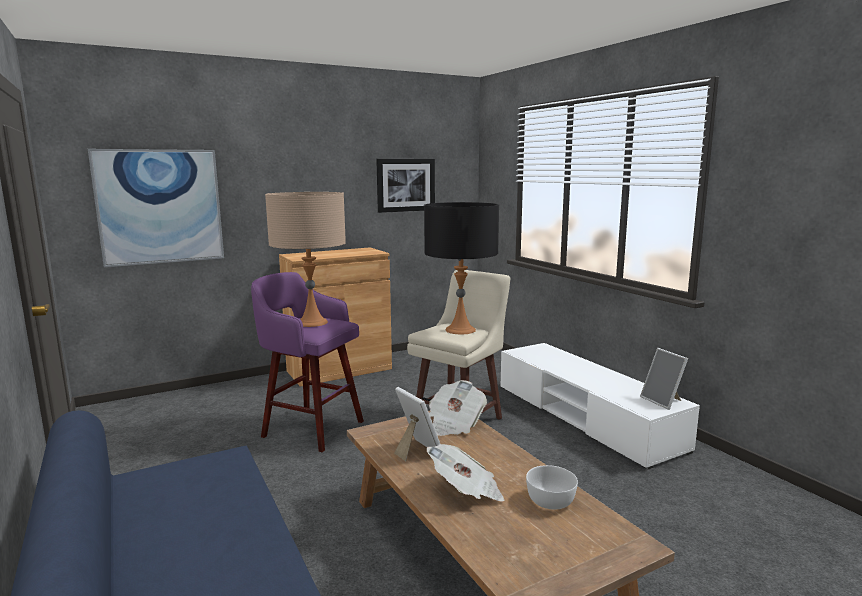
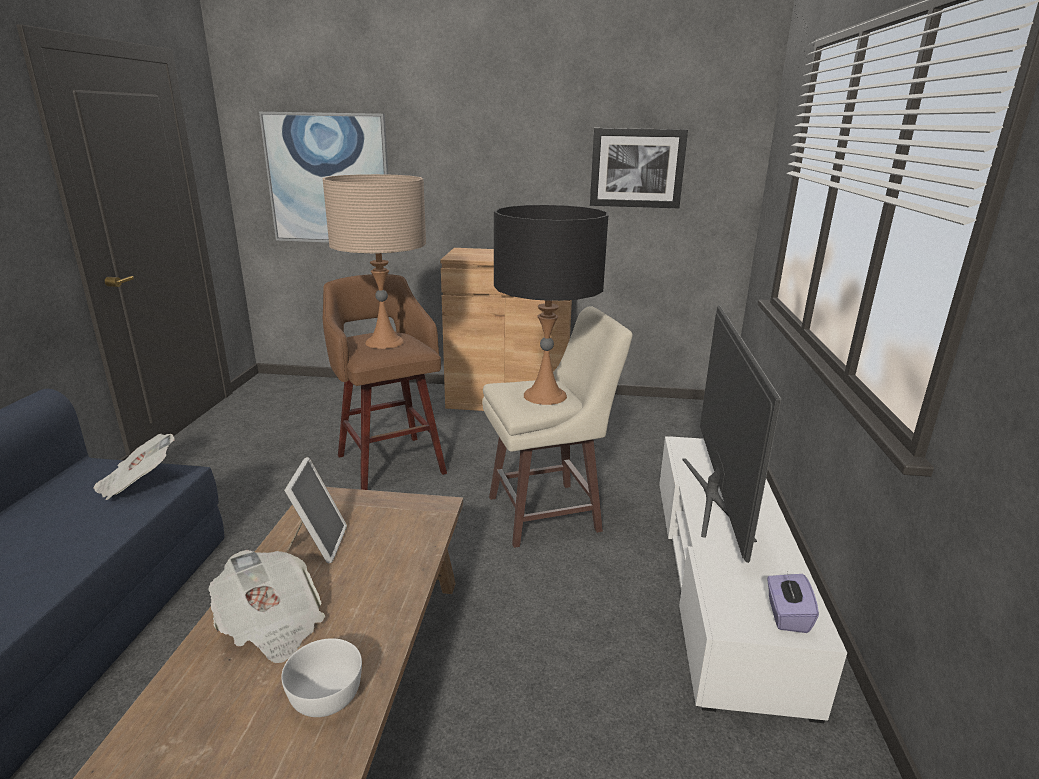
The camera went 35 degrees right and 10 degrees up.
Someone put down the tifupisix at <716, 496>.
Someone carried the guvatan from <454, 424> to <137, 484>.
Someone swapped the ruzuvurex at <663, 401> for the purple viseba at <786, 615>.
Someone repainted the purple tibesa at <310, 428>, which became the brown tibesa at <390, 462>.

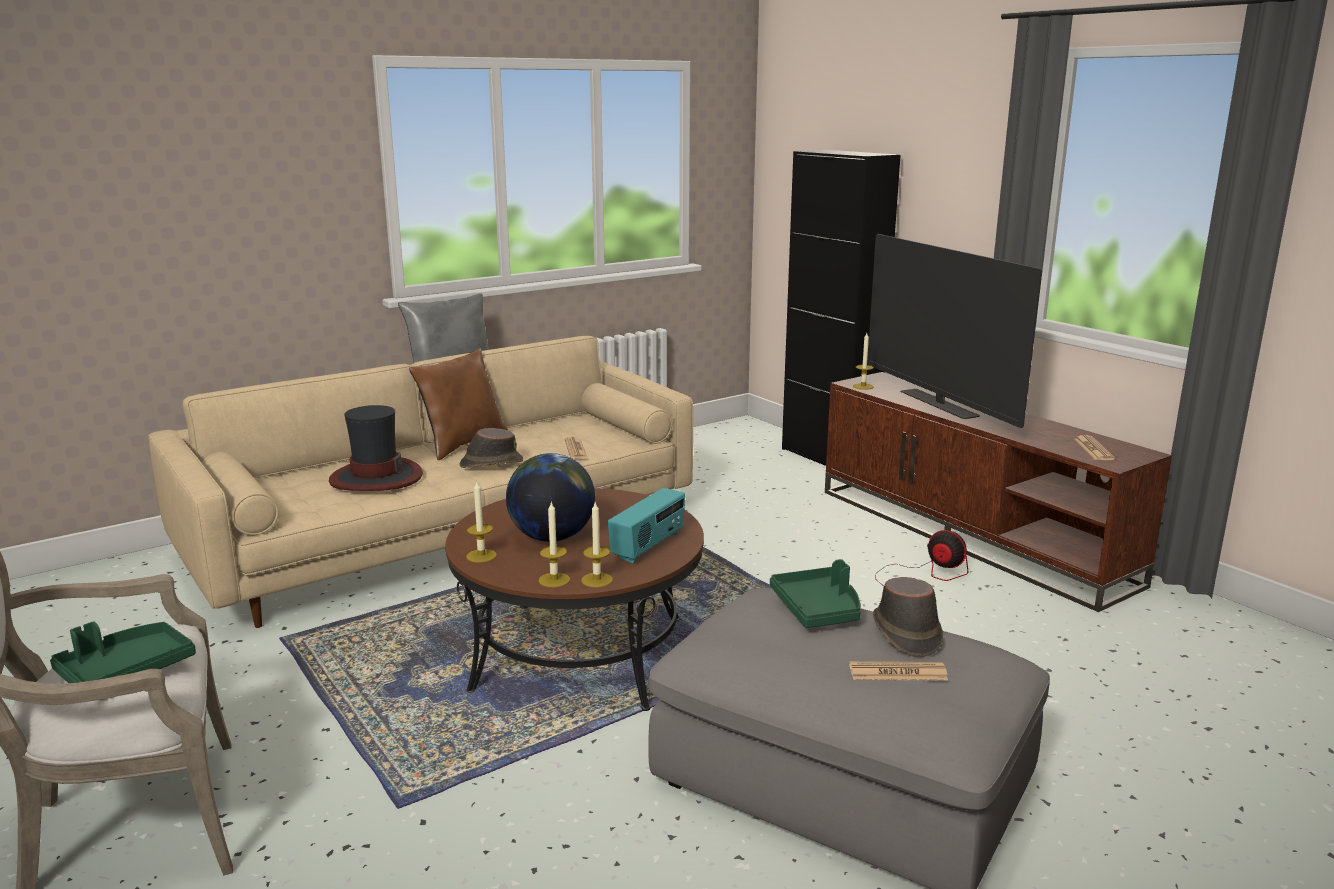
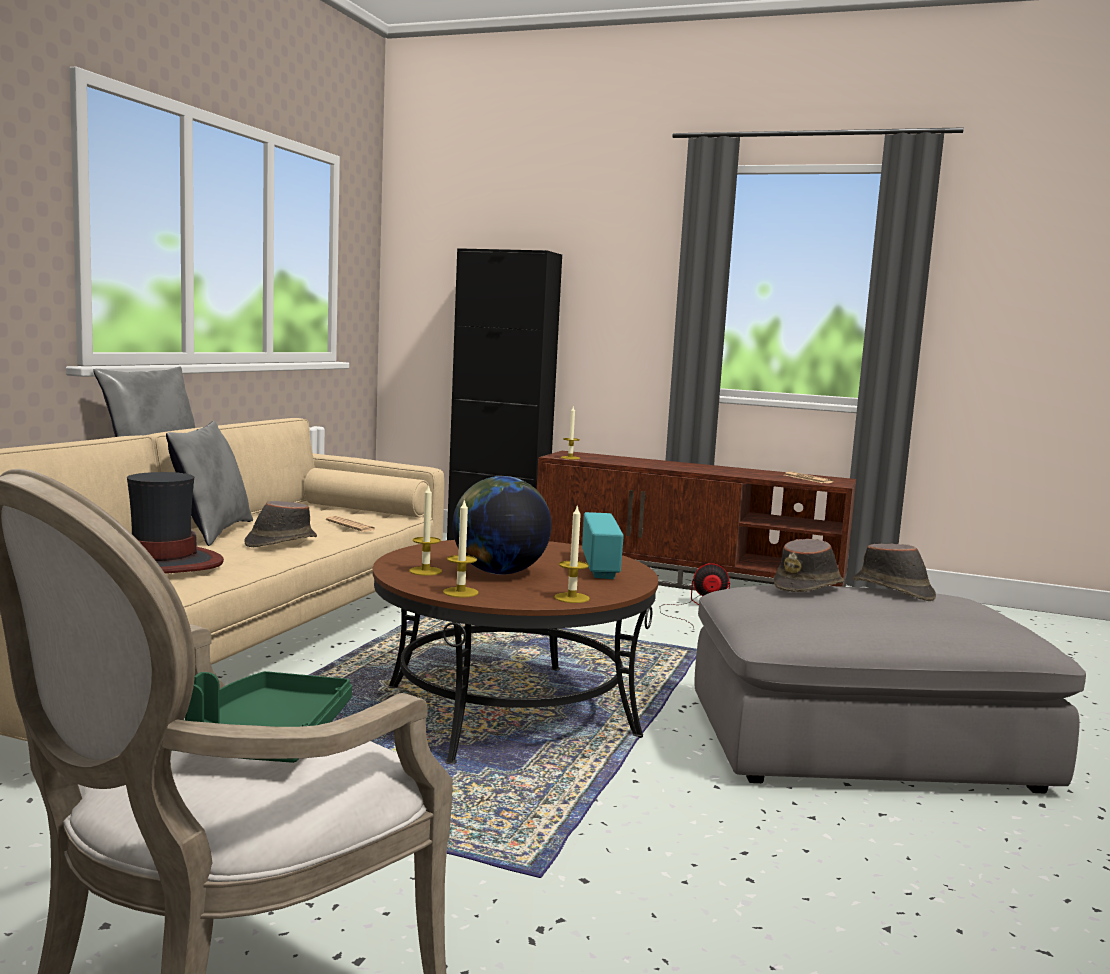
The camera went 35 degrees left and 10 degrees down.
Someone took away the guvatan at <897, 672>.
Someone took away the tifupisix at <938, 404>.
Someone carried the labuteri from <597, 580> to <425, 571>.
Someone swapped the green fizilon at <818, 609> for the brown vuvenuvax at <809, 587>.
Someone repainted the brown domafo at <463, 444>, which became the grey domafo at <212, 532>.

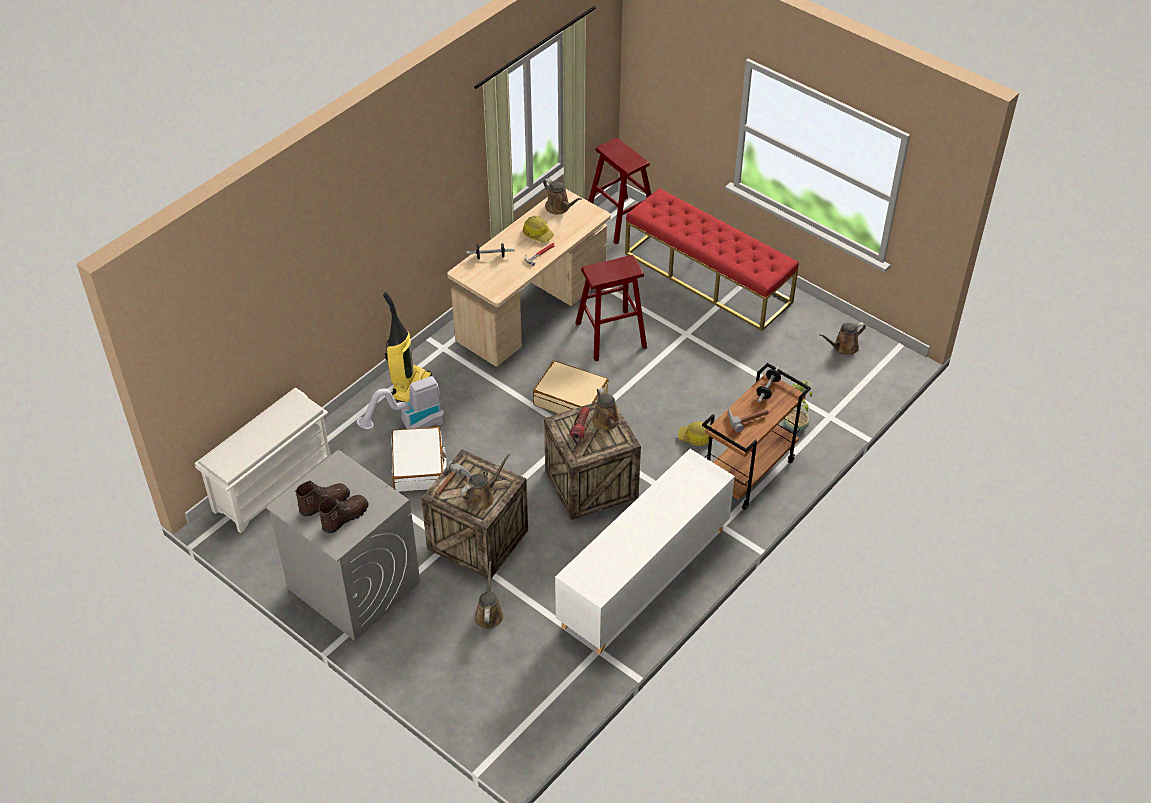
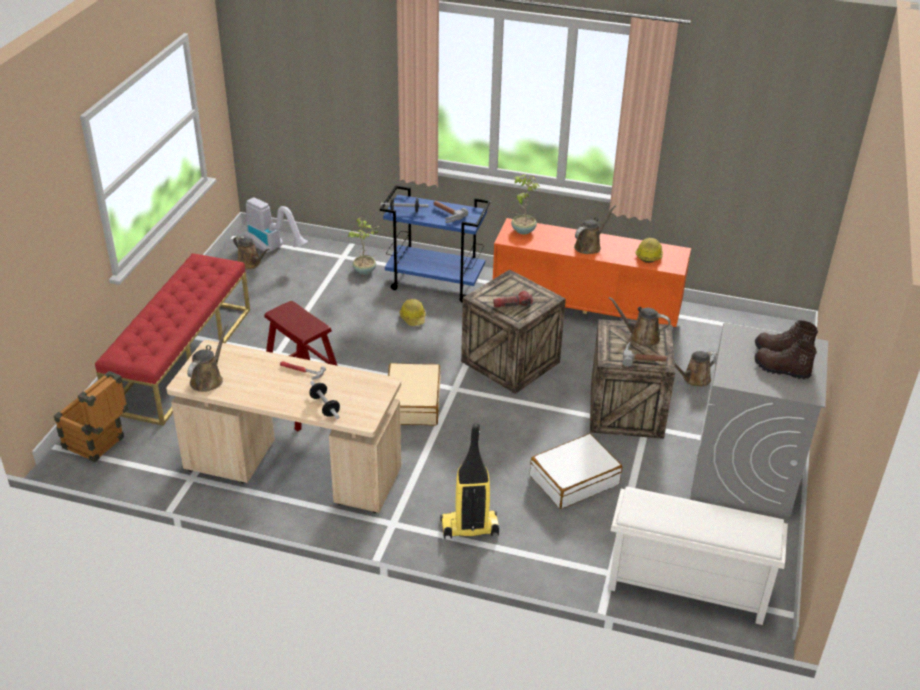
The camera went 115 degrees left and 10 degrees down.
Someone put down the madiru at <522, 230>.
Someone carried the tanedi from <408, 425> to <274, 249>.
Someone carried the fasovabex from <538, 233> to <649, 255>.
Someone carried the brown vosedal from <607, 422> to <589, 246>.
Someone swapped the red tibesa at <620, 220> for the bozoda at <98, 445>.
Someone repainted the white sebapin at <644, 578>, which became the orange sebapin at <586, 309>.
Someone repainted the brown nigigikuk at <748, 473>, which became the blue nigigikuk at <436, 283>.

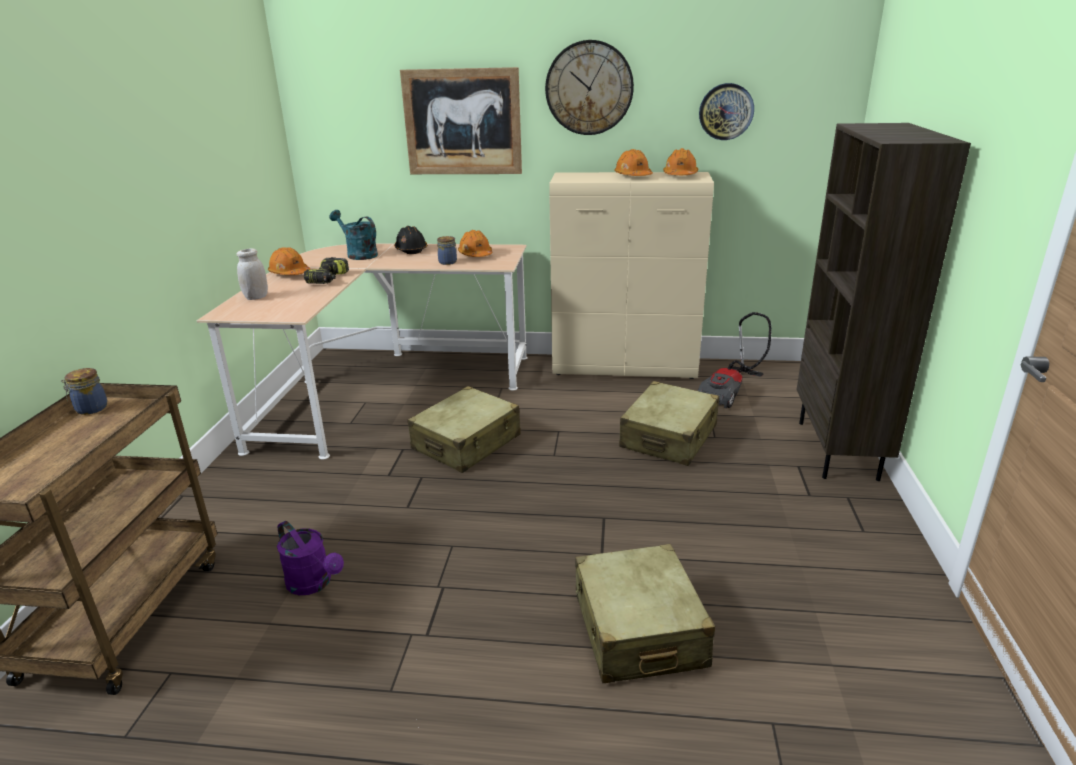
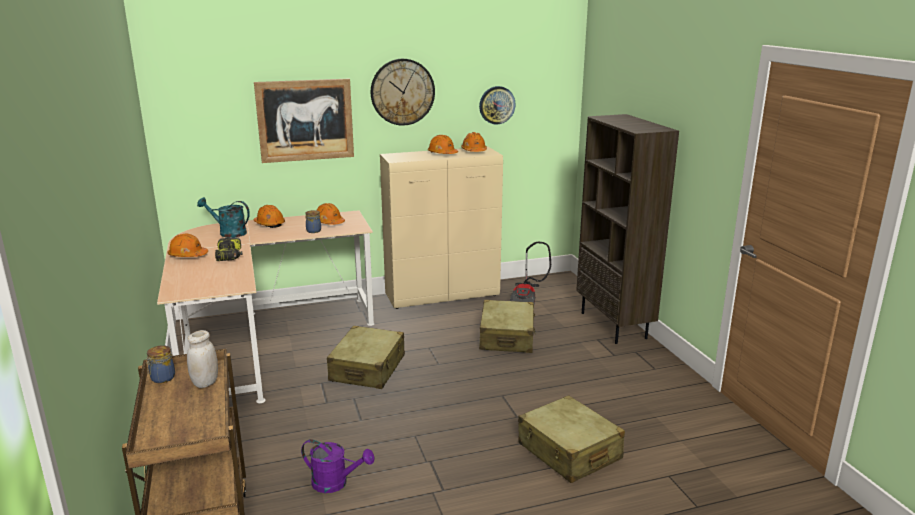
The camera went 25 degrees left and 5 degrees down.
Someone carried the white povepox from <256, 297> to <205, 383>.
Someone repainted the black fasovabex at <411, 250>, which became the orange fasovabex at <269, 224>.

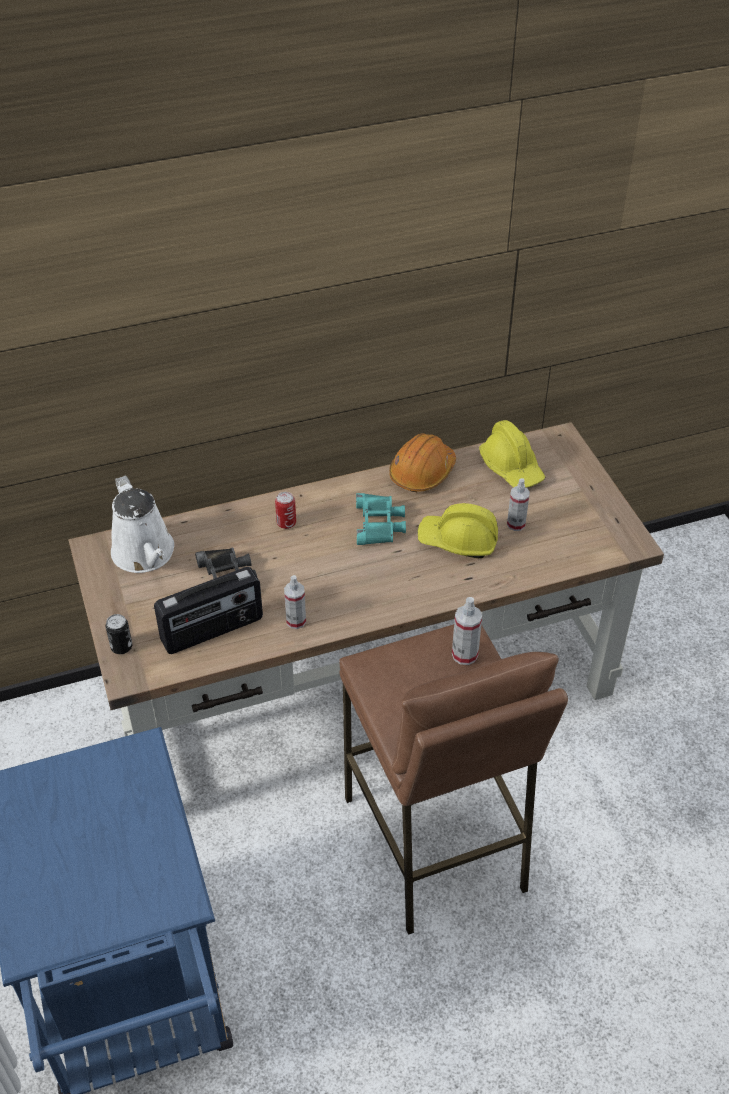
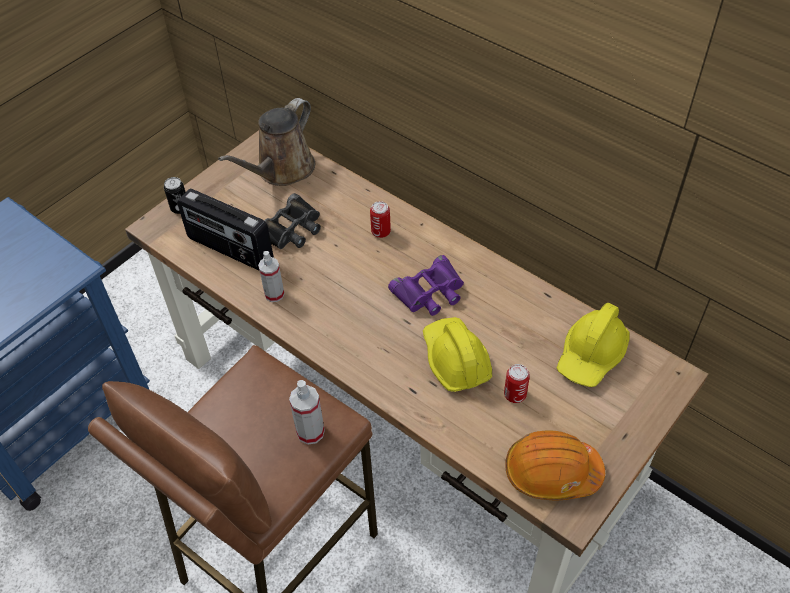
The camera went 60 degrees right and 5 degrees up.
Someone carried the orange fasovabex from <422, 472> to <551, 472>.
Someone swapped the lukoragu at <516, 524> for the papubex at <515, 395>.
Someone repainted the white vosedal at <145, 554>, which became the brown vosedal at <282, 170>.
Someone repainted the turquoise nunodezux at <379, 524>, which became the purple nunodezux at <430, 292>.

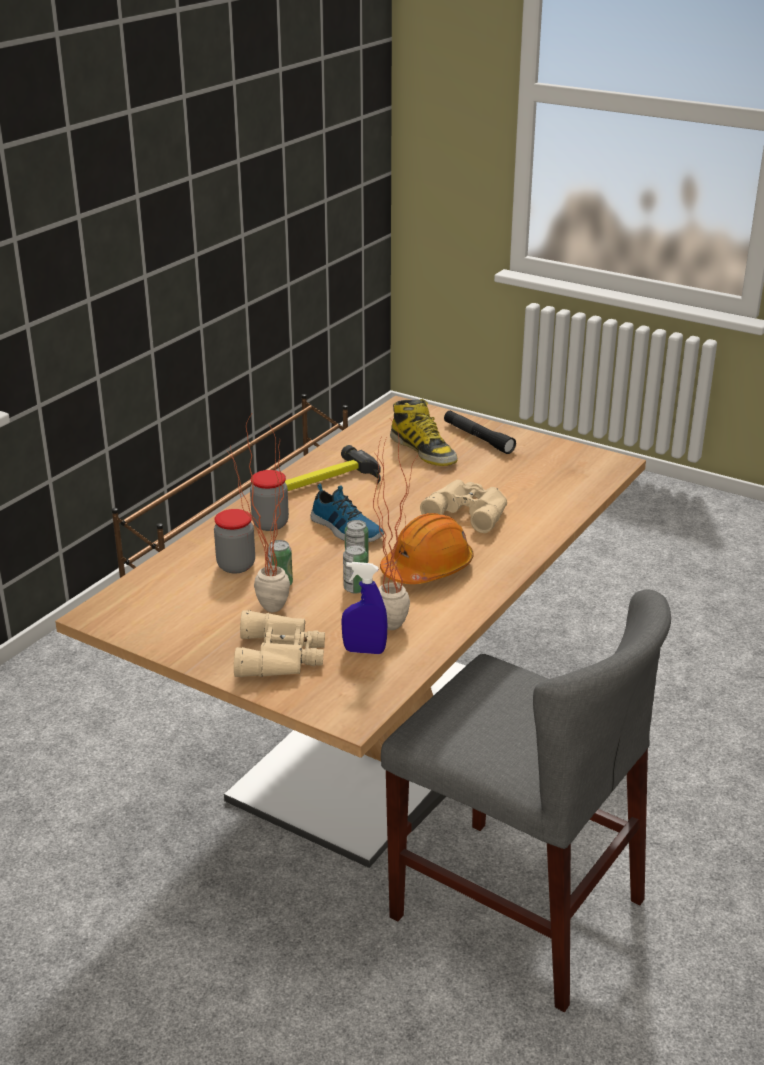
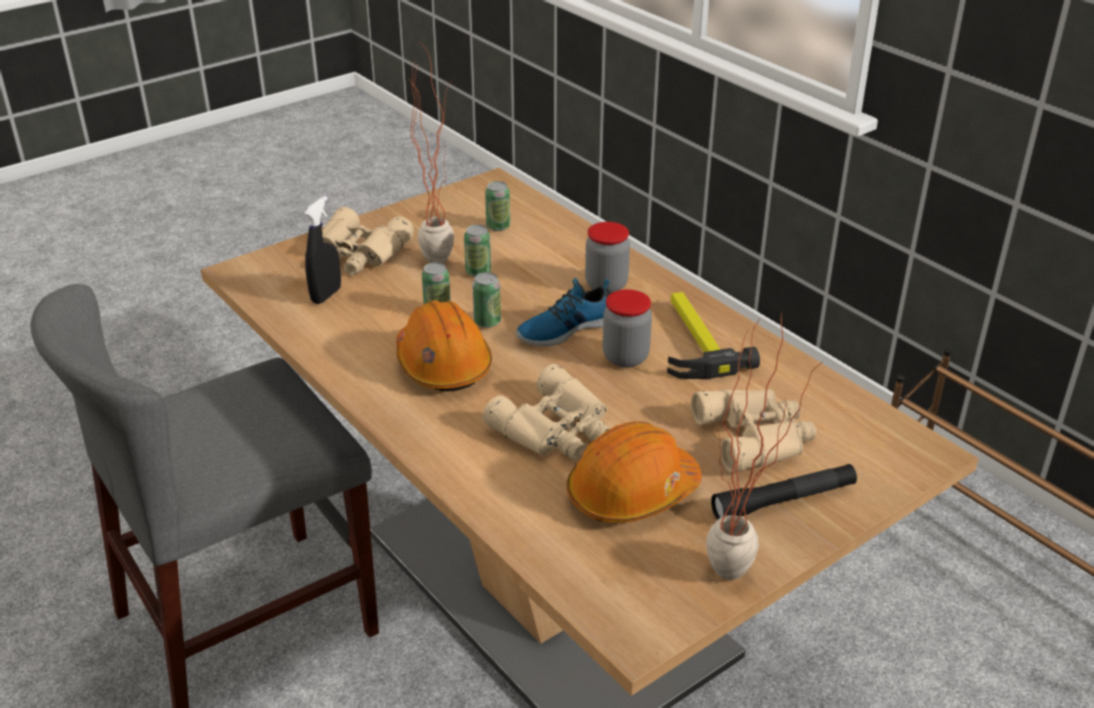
The camera went 110 degrees right and 5 degrees up.
Someone put down the papubex at <498, 226>.
Someone put down the orange fasovabex at <632, 493>.
Someone carried the povepox from <236, 566> to <625, 357>.
Someone carried the madiru from <395, 620> to <742, 580>.
Someone swapped the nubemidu at <424, 450> for the beige nunodezux at <757, 436>.
Someone repainted the blue lukoragu at <364, 651>, which became the black lukoragu at <326, 295>.

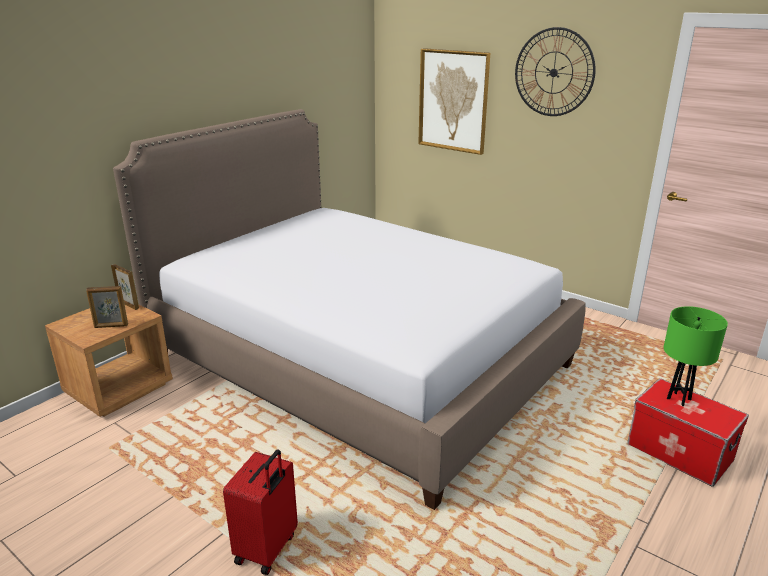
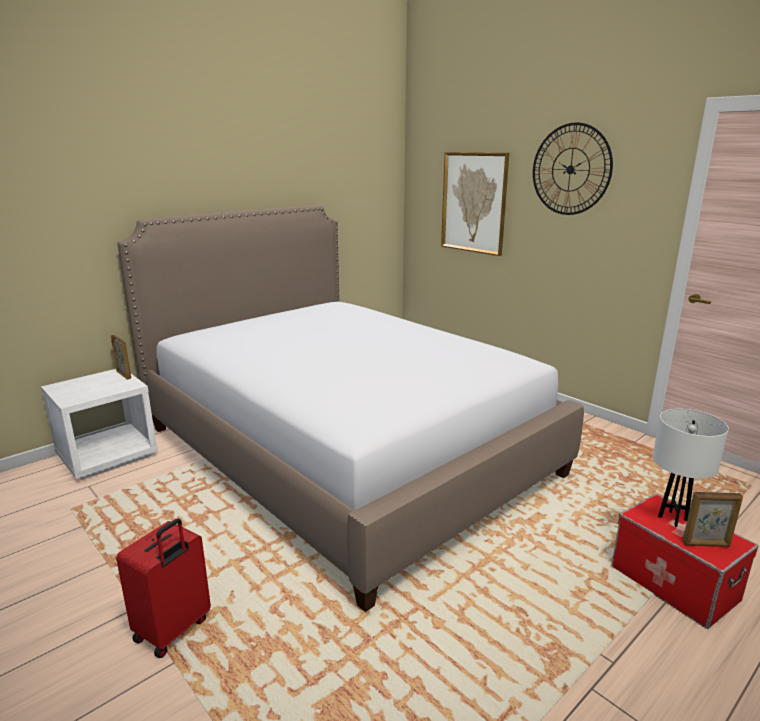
The camera went 10 degrees right and 5 degrees down.
Someone carried the ruzuvurex from <111, 326> to <706, 545>.
Someone repainted the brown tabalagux at <119, 389>, which became the white tabalagux at <108, 456>.
Someone repainted the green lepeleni at <678, 399>, which became the white lepeleni at <672, 518>.

